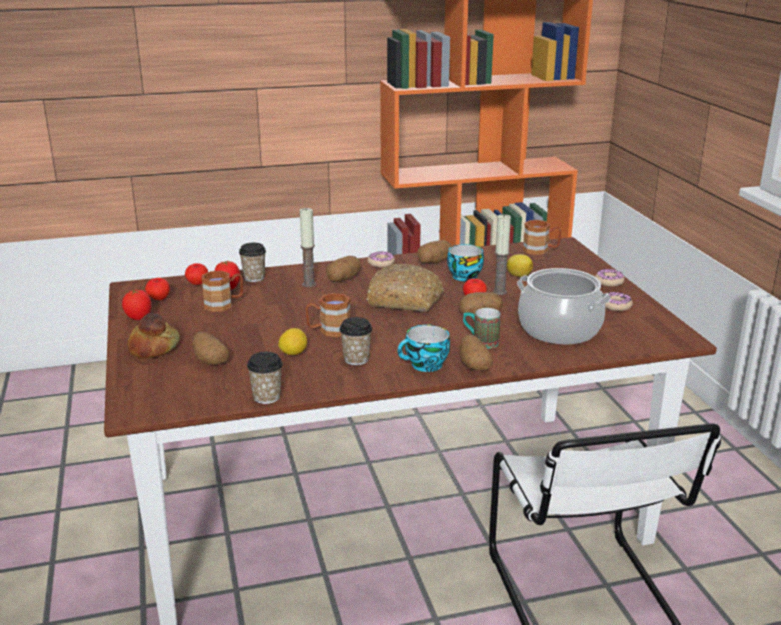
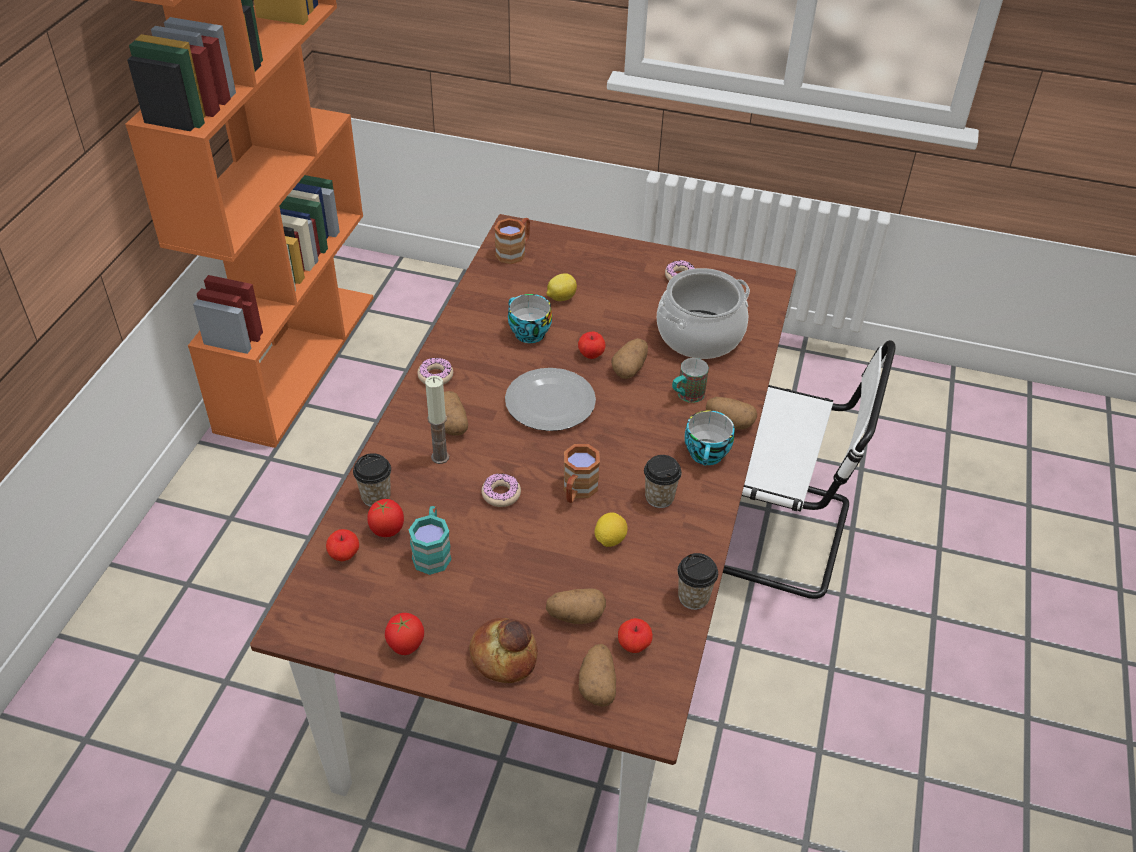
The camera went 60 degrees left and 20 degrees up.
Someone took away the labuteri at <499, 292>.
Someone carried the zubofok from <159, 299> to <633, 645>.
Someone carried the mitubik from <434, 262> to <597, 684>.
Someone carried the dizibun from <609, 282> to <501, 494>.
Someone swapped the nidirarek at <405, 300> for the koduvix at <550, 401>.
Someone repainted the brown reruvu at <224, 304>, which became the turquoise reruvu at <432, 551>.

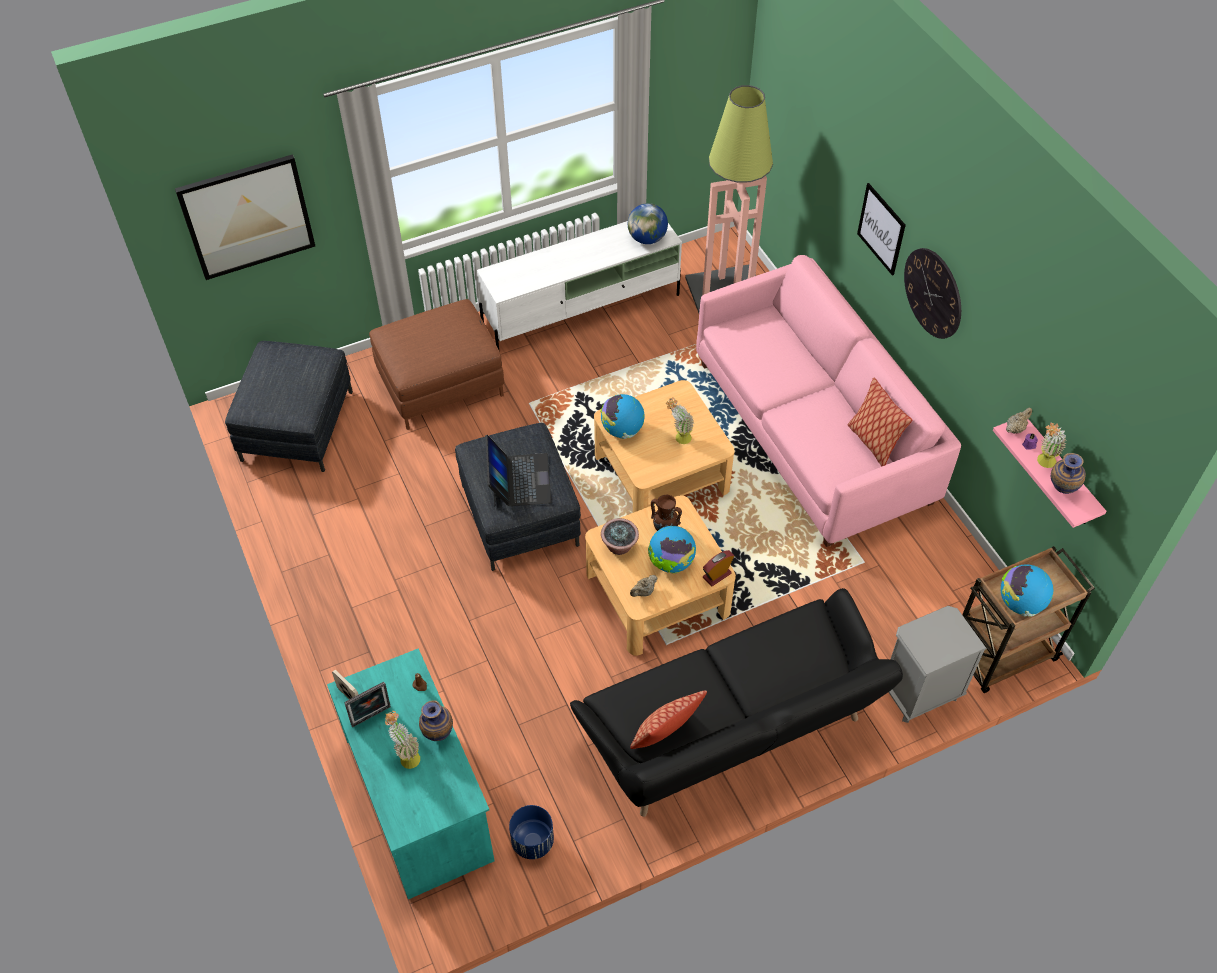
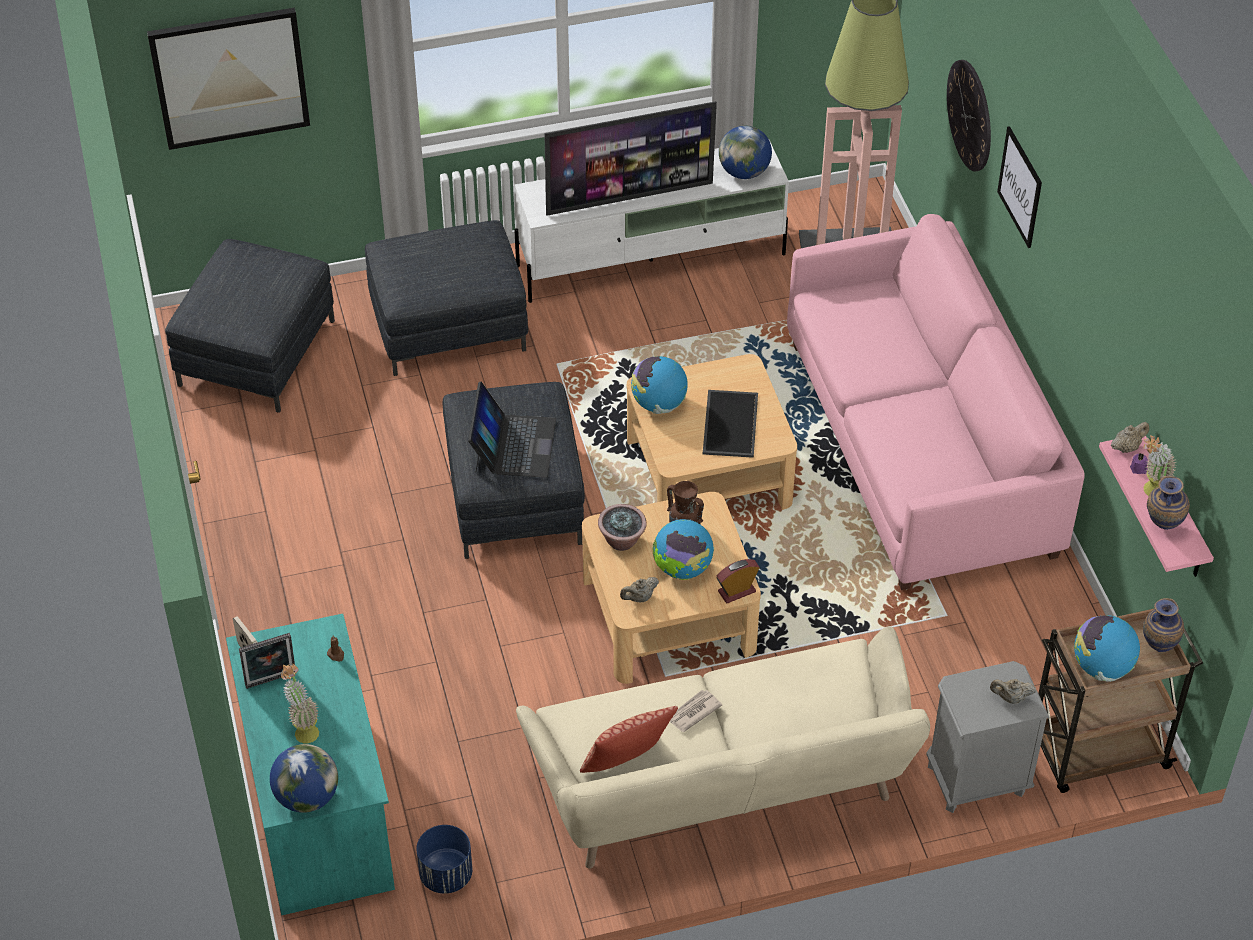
The camera went 10 degrees right and 5 degrees down.
Someone took away the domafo at <872, 442>.
Someone put down the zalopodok at <307, 797>.
Someone put down the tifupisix at <629, 197>.
Someone put down the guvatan at <693, 712>.
Someone put down the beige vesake at <1011, 698>.
Someone carried the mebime from <438, 734> to <1158, 647>.
Someone carried the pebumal from <933, 293> to <970, 115>.
Someone swapped the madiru at <679, 438> for the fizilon at <729, 423>.
Someone repainted the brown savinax at <440, 383>, which became the grey savinax at <449, 325>.
Someone repainted the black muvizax at <731, 731>, which became the beige muvizax at <723, 789>.

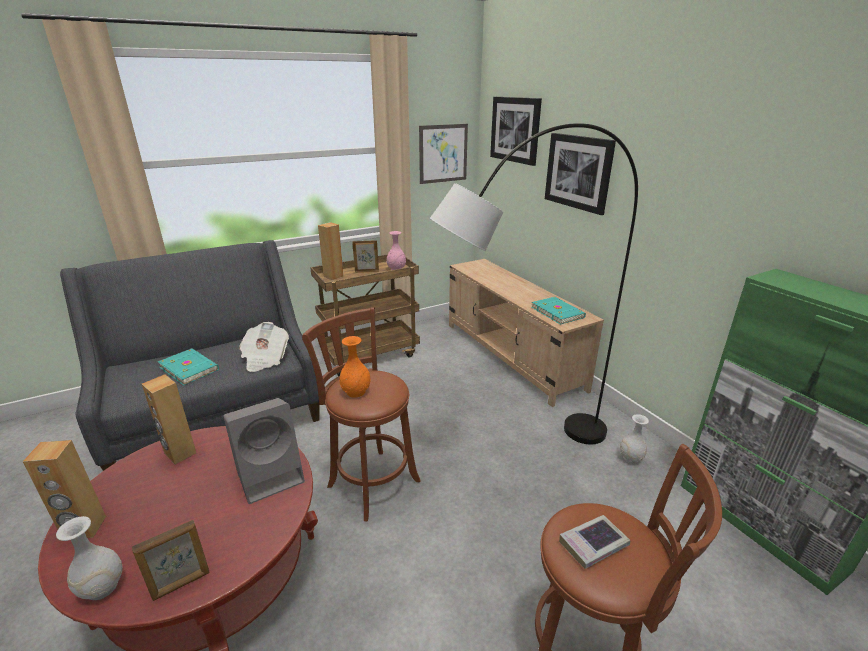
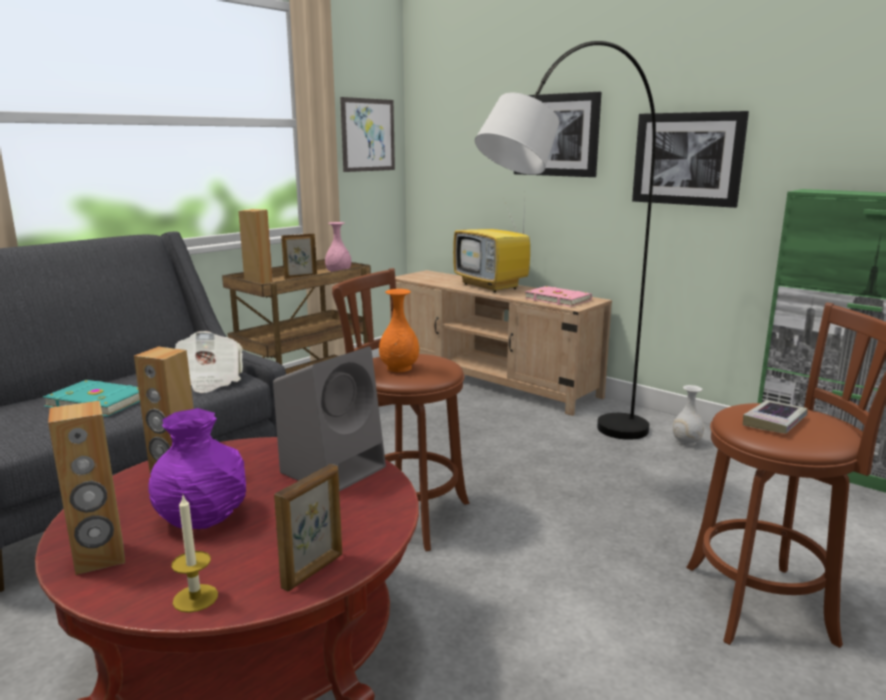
The camera went 20 degrees left and 10 degrees down.
Someone put down the purple mebime at <204, 517>.
Someone put down the tifupisix at <492, 286>.
Someone carried the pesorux from <515, 130> to <687, 159>.
Someone swapped the white mebime at <102, 587> for the labuteri at <195, 598>.
Someone repainted the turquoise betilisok at <557, 312>, which became the pink betilisok at <558, 299>.

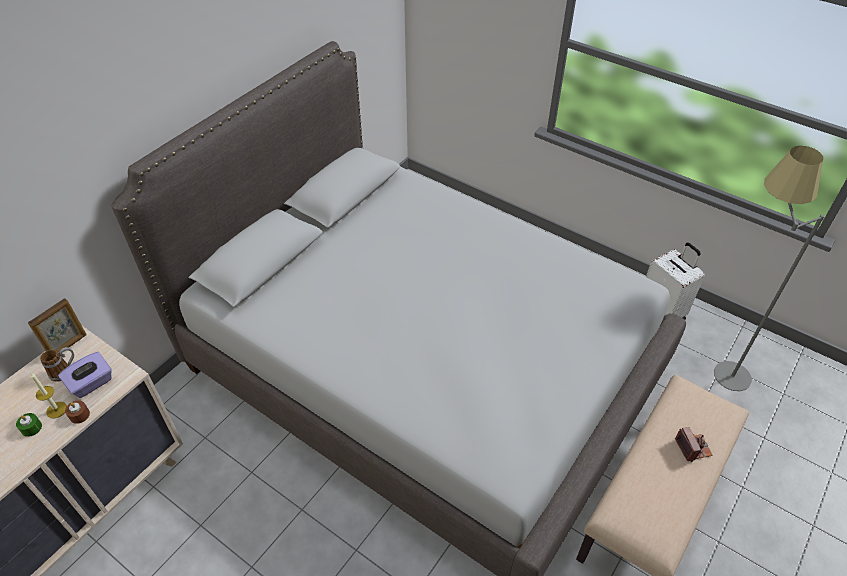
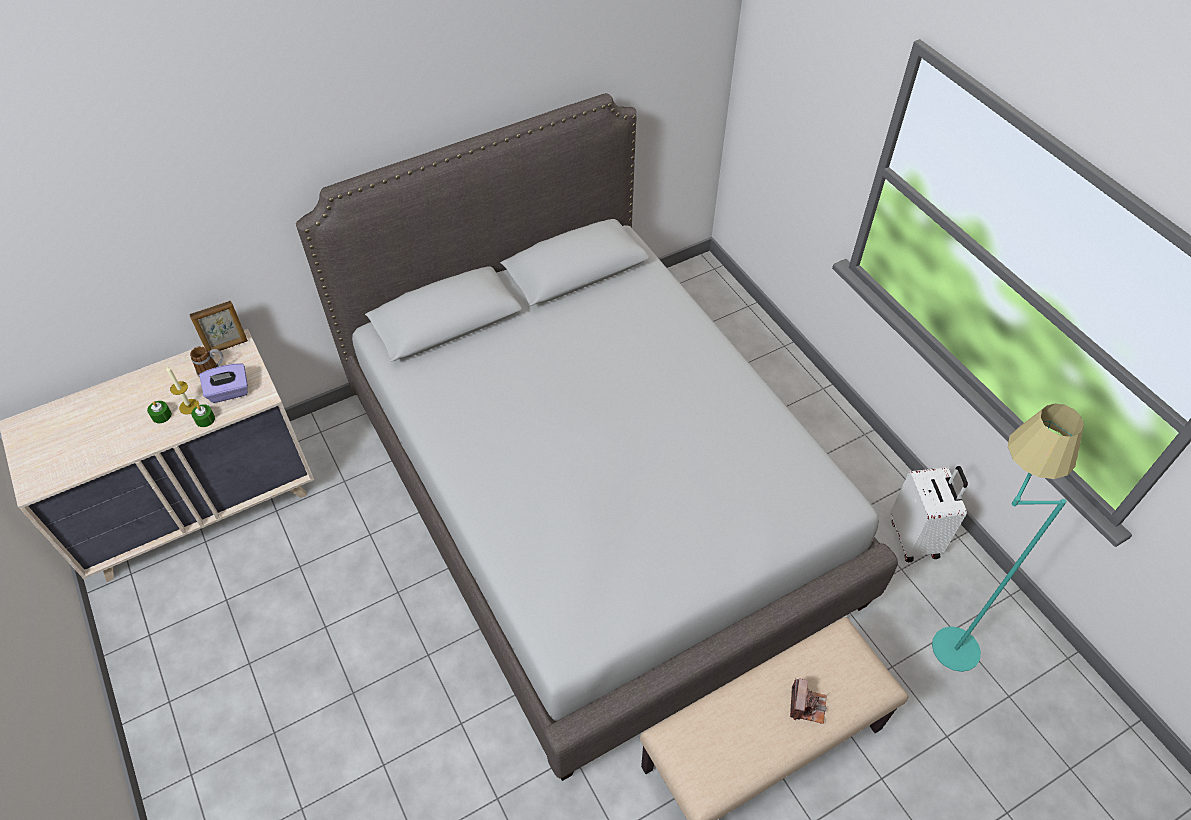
The camera went 25 degrees right and 5 degrees up.
Someone repainted the brown labuteri at <79, 415>, which became the green labuteri at <205, 419>.
Someone repainted the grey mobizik at <717, 366>, which became the turquoise mobizik at <944, 629>.

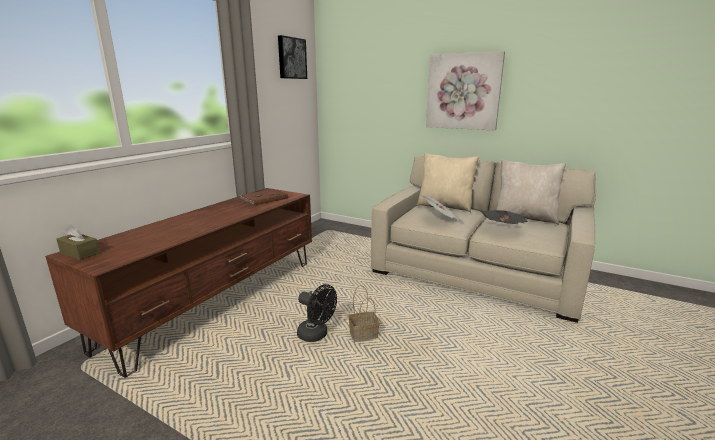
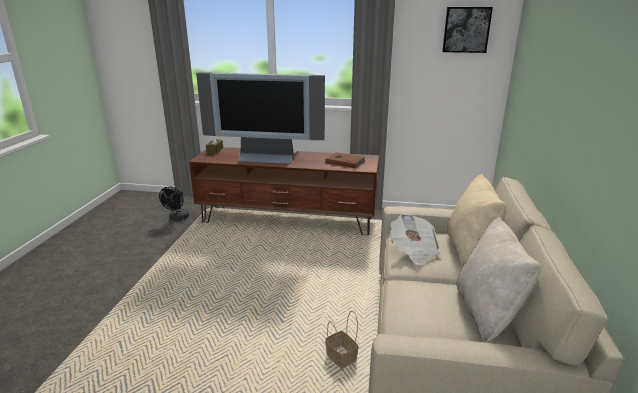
The camera went 70 degrees right and 5 degrees up.
Someone took away the pesorux at <463, 91>.
Someone took away the guvatan at <502, 229>.
Someone put down the tifupisix at <268, 157>.
Someone carried the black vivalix from <316, 335> to <177, 218>.
Someone carried the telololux from <364, 335> to <342, 358>.

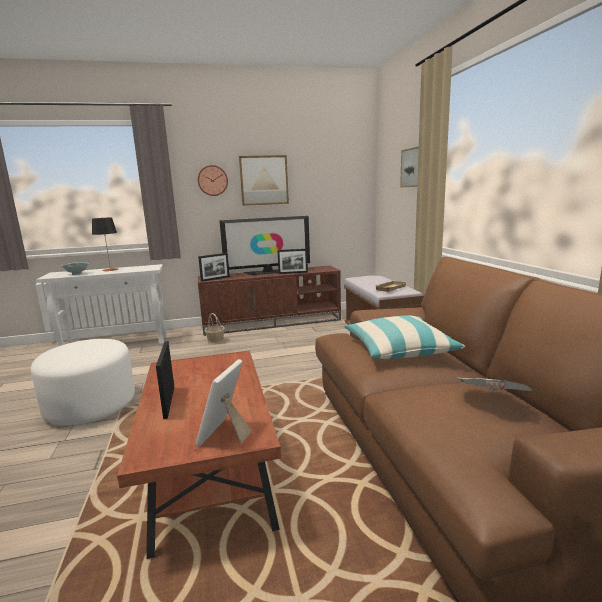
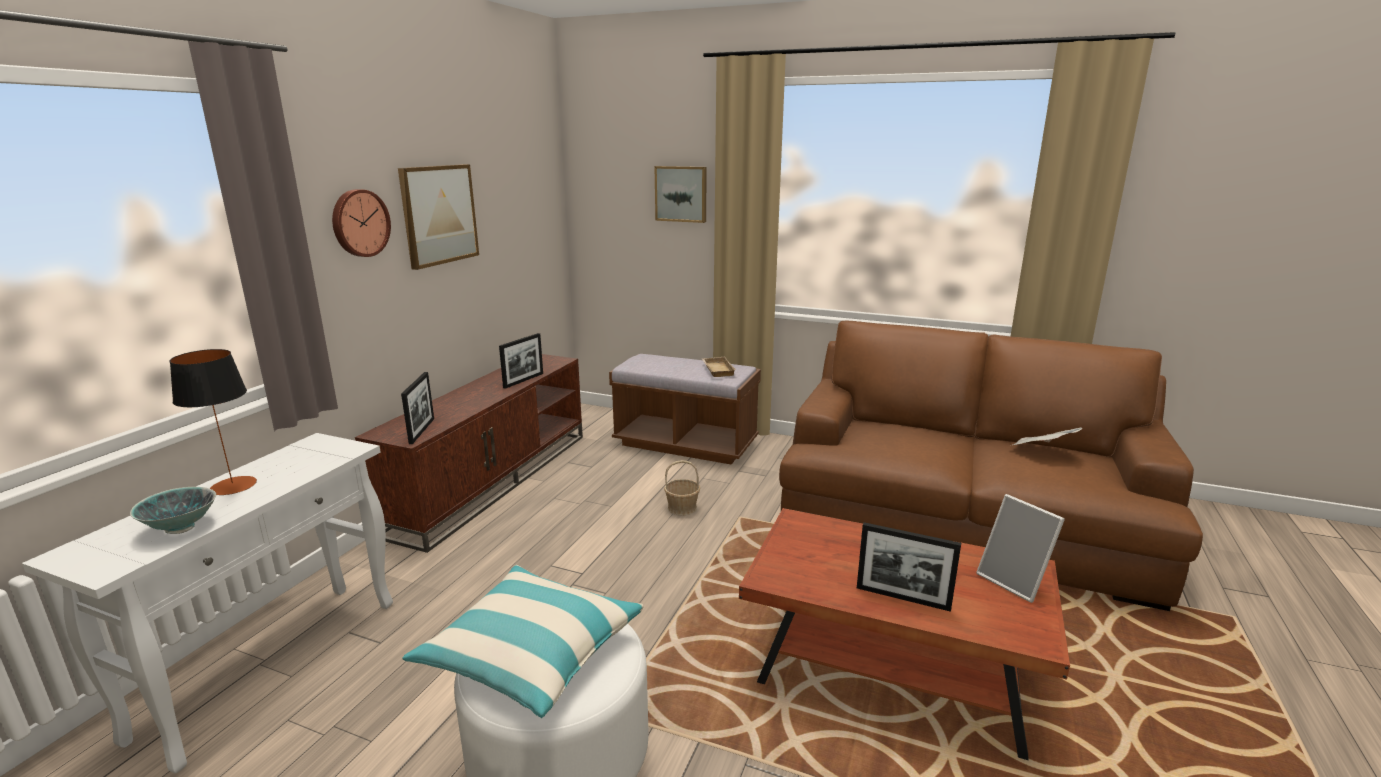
The camera went 55 degrees left and 5 degrees up.
Someone took away the tifupisix at <268, 272>.
Someone carried the telololux from <215, 341> to <682, 508>.
Someone carried the domafo from <398, 349> to <531, 653>.

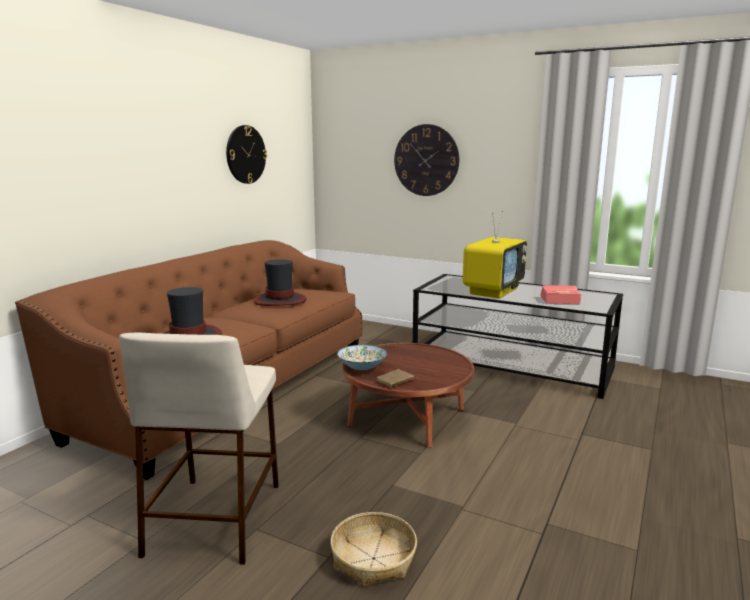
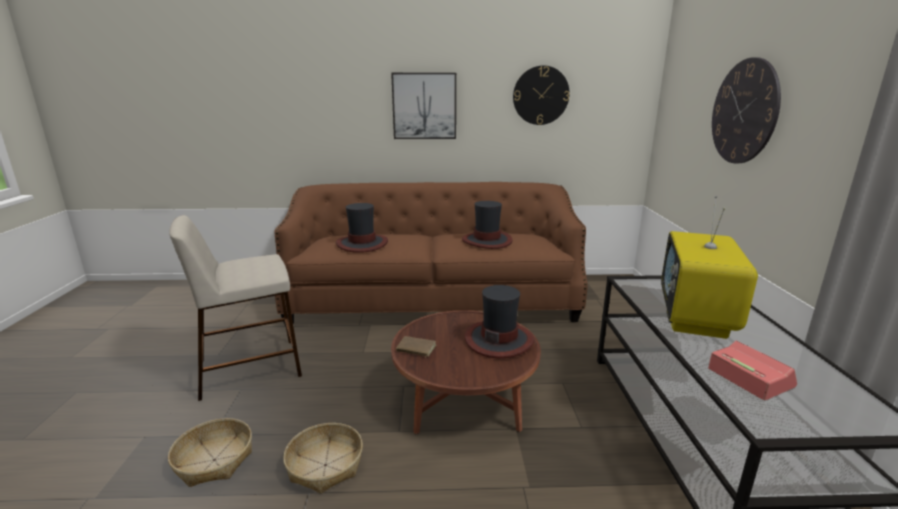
The camera went 60 degrees right and 5 degrees up.
Someone took away the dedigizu at <362, 367>.
Someone put down the telololux at <325, 465>.
Someone put up the pesorux at <424, 106>.
Someone put down the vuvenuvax at <499, 339>.
Someone rotated the tifupisix at <493, 291> by 105 degrees clockwise.

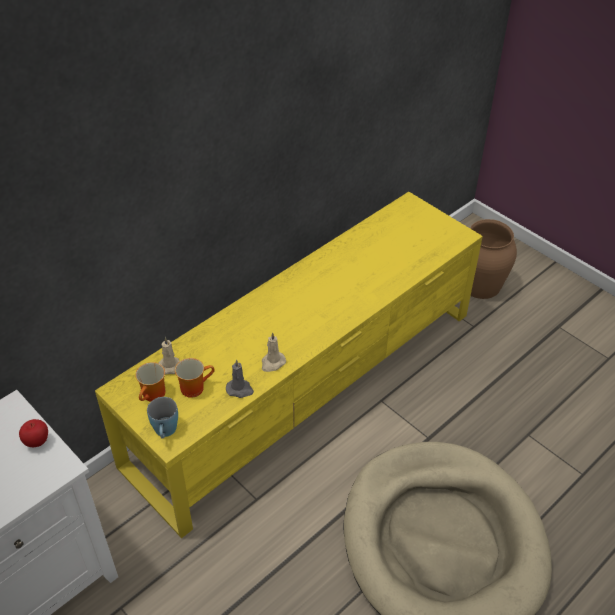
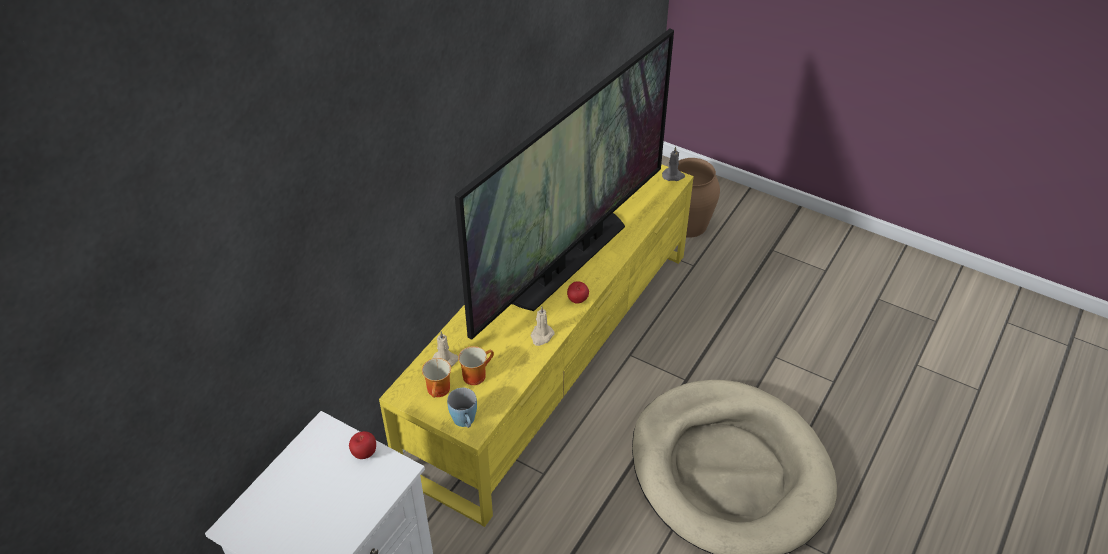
The camera went 15 degrees left and 0 degrees up.
Someone put down the tifupisix at <568, 260>.
Someone put down the zubofok at <577, 301>.
Someone carried the grey labuteri from <240, 389> to <673, 176>.

